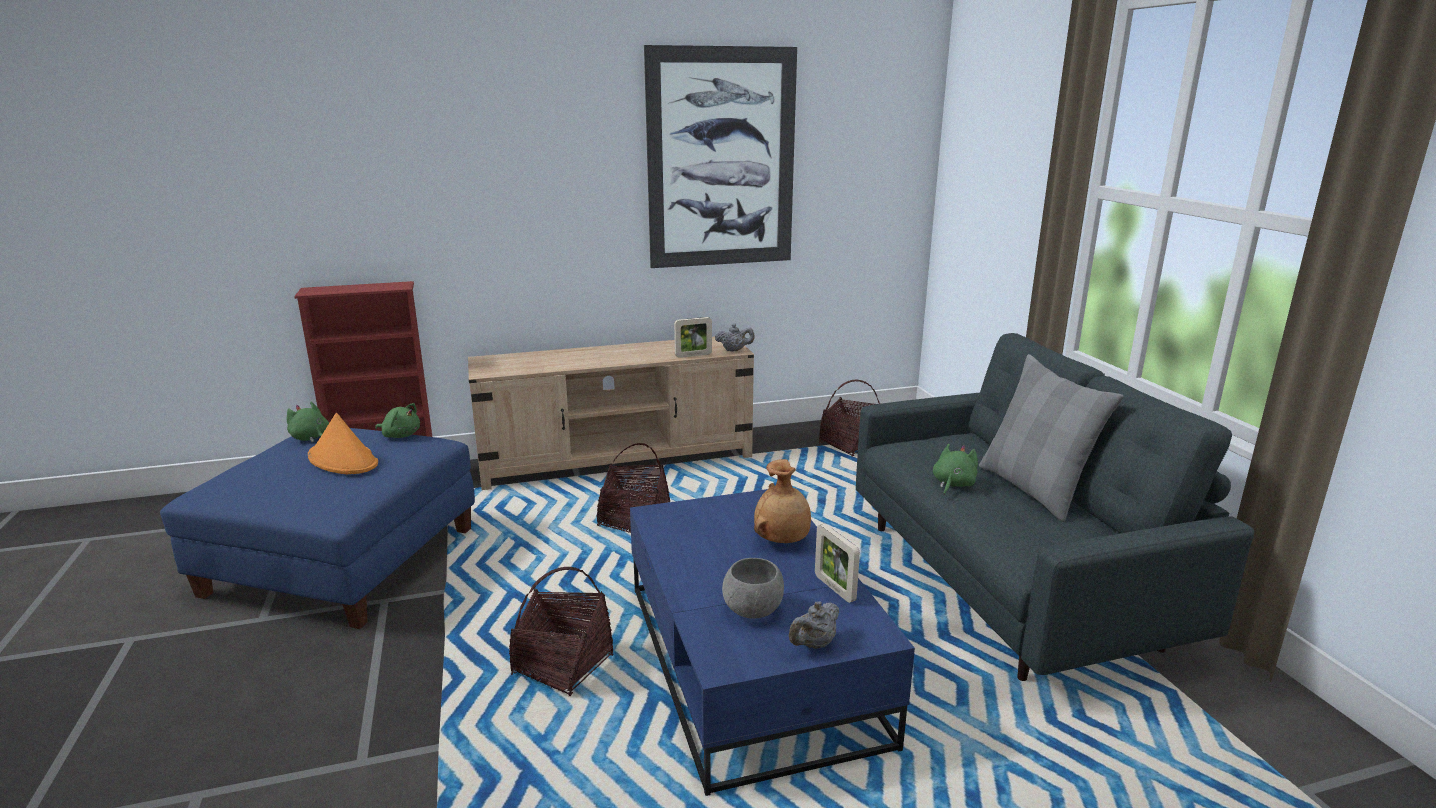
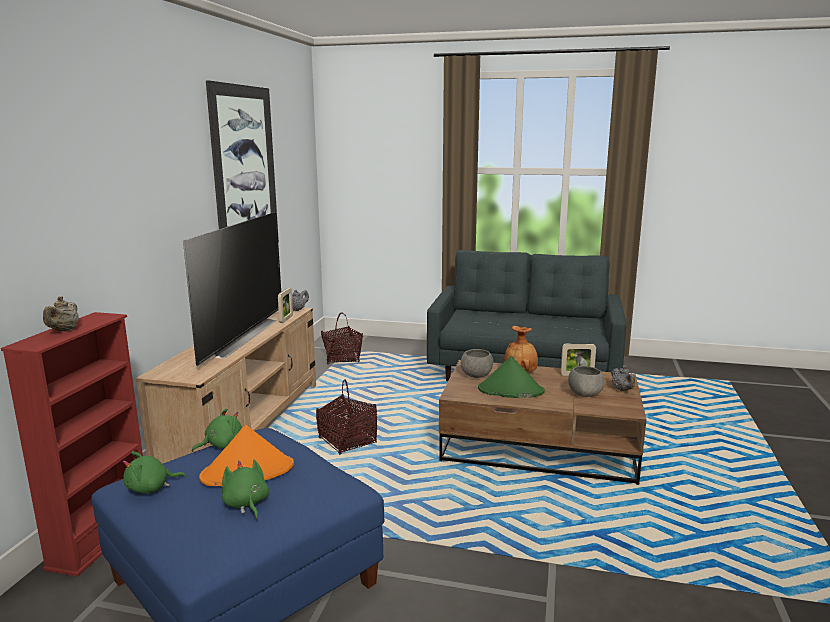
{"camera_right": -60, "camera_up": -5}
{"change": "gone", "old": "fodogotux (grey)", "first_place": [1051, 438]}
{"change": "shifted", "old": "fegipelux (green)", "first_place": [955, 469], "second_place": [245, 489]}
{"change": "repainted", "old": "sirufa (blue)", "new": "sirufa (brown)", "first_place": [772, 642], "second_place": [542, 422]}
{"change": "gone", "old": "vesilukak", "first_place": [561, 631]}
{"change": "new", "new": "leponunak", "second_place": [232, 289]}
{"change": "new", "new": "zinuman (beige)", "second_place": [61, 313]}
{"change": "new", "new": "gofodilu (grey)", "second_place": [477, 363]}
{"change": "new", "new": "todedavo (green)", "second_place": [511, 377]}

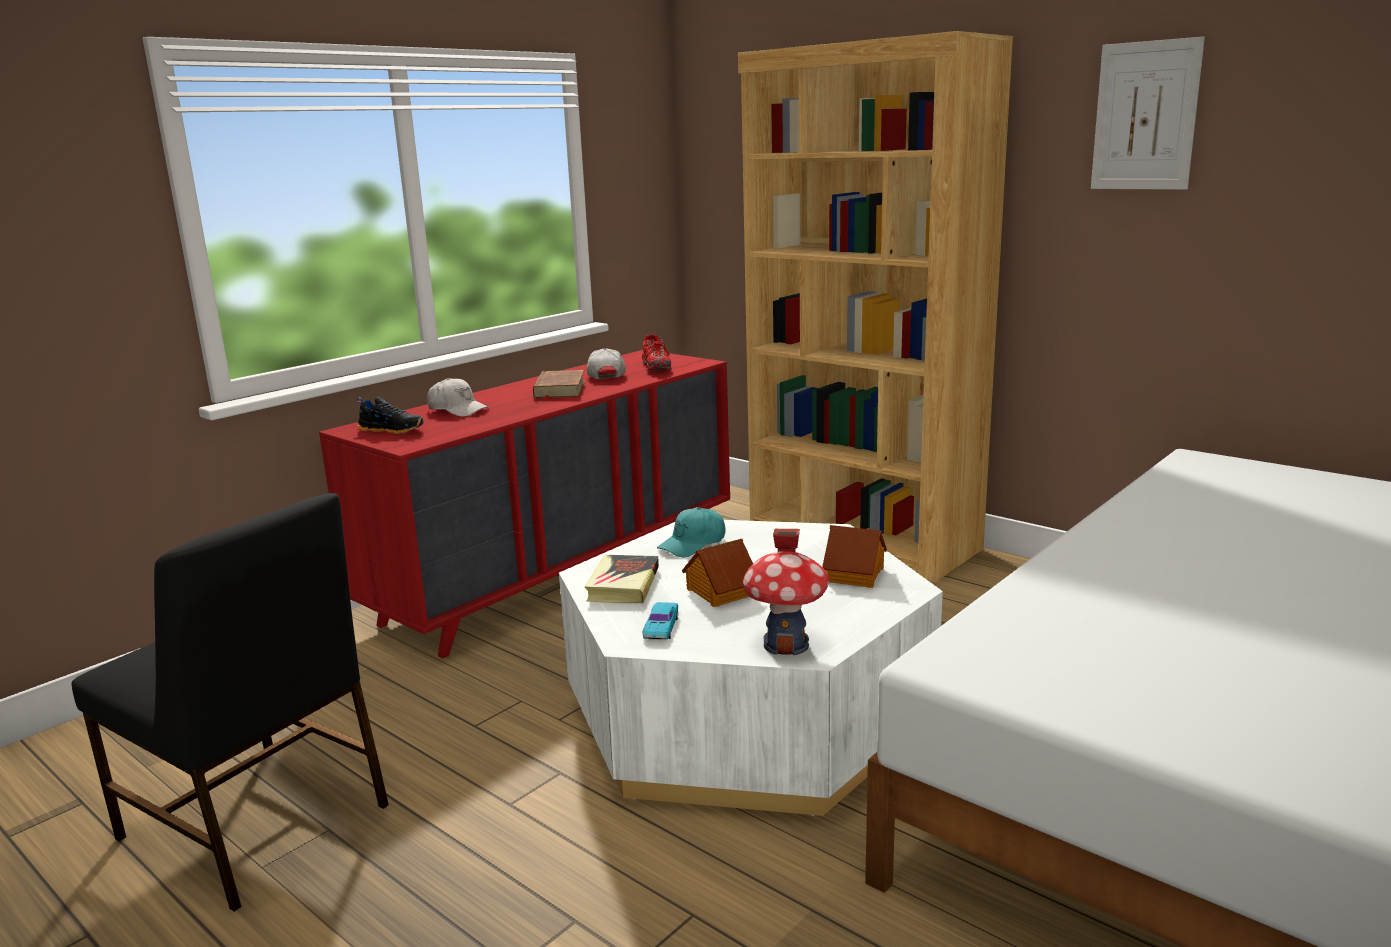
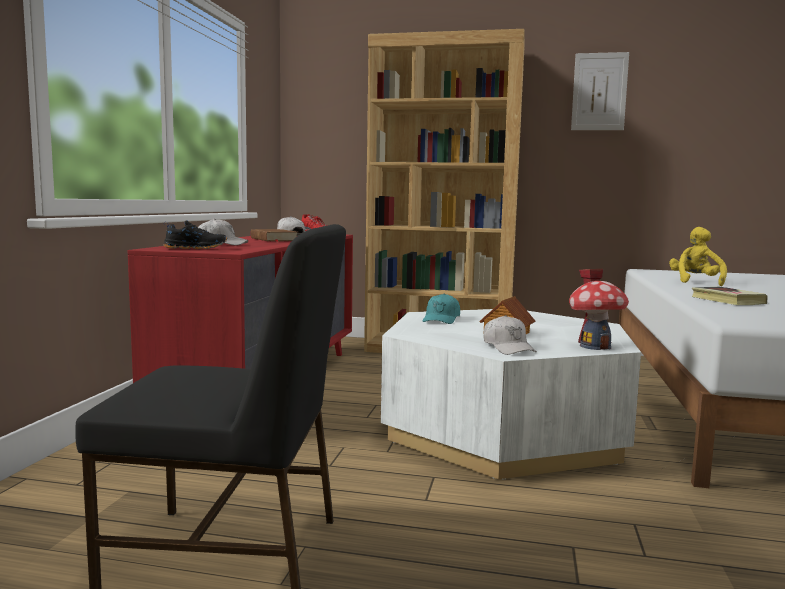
{"camera_right": -30, "camera_up": -10}
{"change": "gone", "old": "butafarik", "first_place": [854, 556]}
{"change": "shifted", "old": "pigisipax", "first_place": [621, 579], "second_place": [729, 296]}
{"change": "swapped", "old": "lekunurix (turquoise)", "new": "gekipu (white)", "first_place": [660, 621], "second_place": [510, 335]}
{"change": "new", "new": "fegipelux (yellow)", "second_place": [698, 256]}

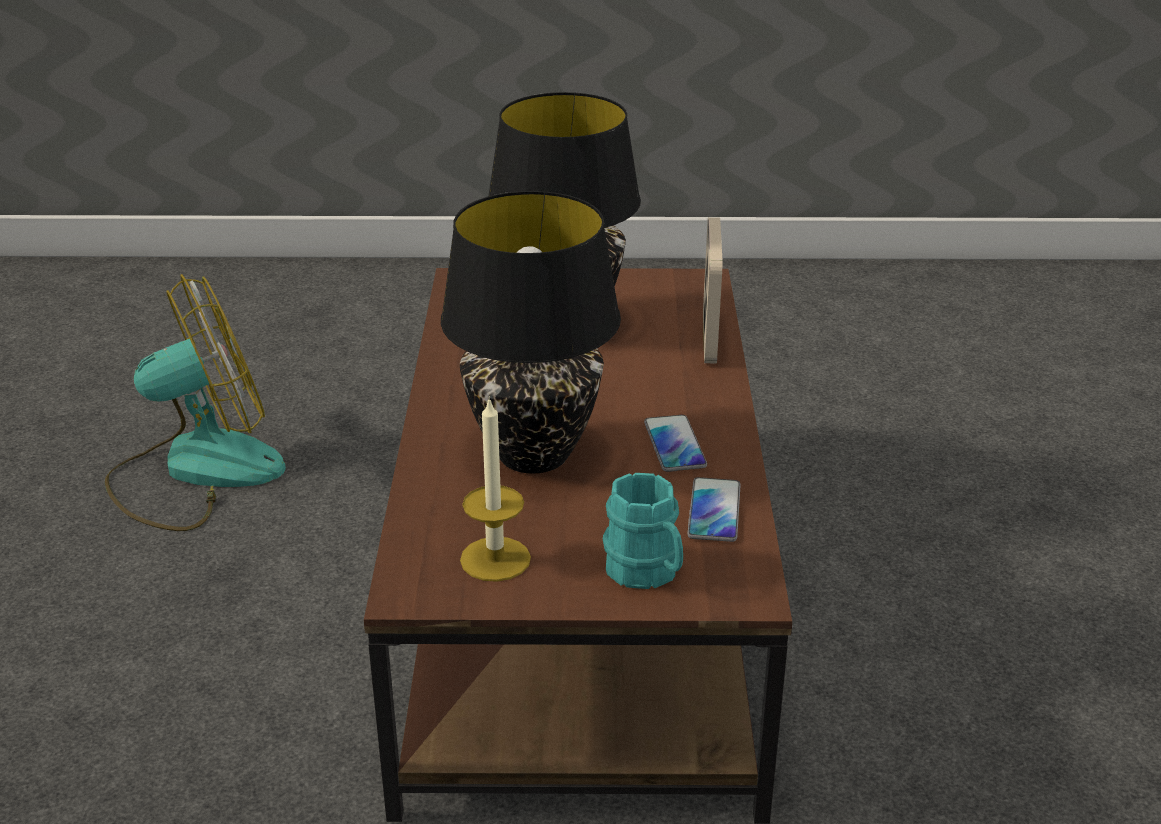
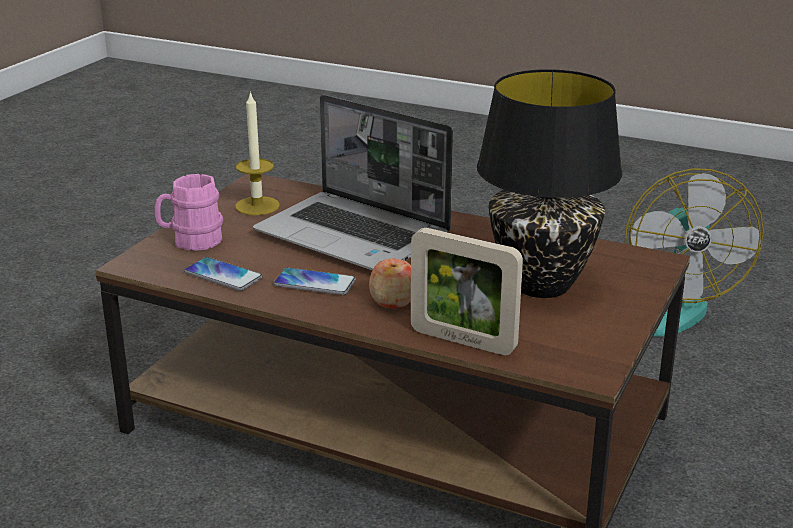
{"camera_right": 115, "camera_up": -5}
{"change": "swapped", "old": "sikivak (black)", "new": "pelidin", "first_place": [531, 332], "second_place": [353, 182]}
{"change": "repainted", "old": "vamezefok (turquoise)", "new": "vamezefok (pink)", "first_place": [643, 531], "second_place": [188, 212]}
{"change": "new", "new": "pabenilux", "second_place": [390, 283]}

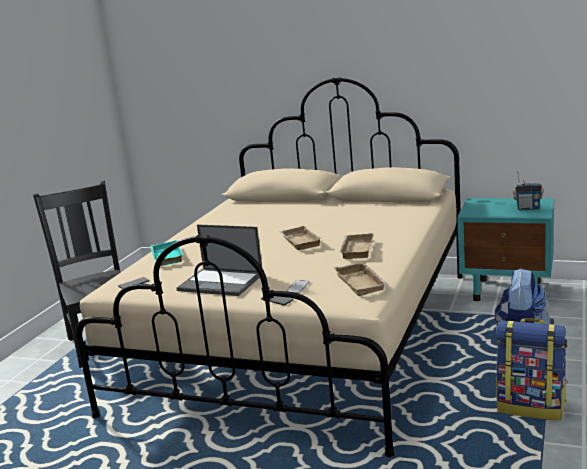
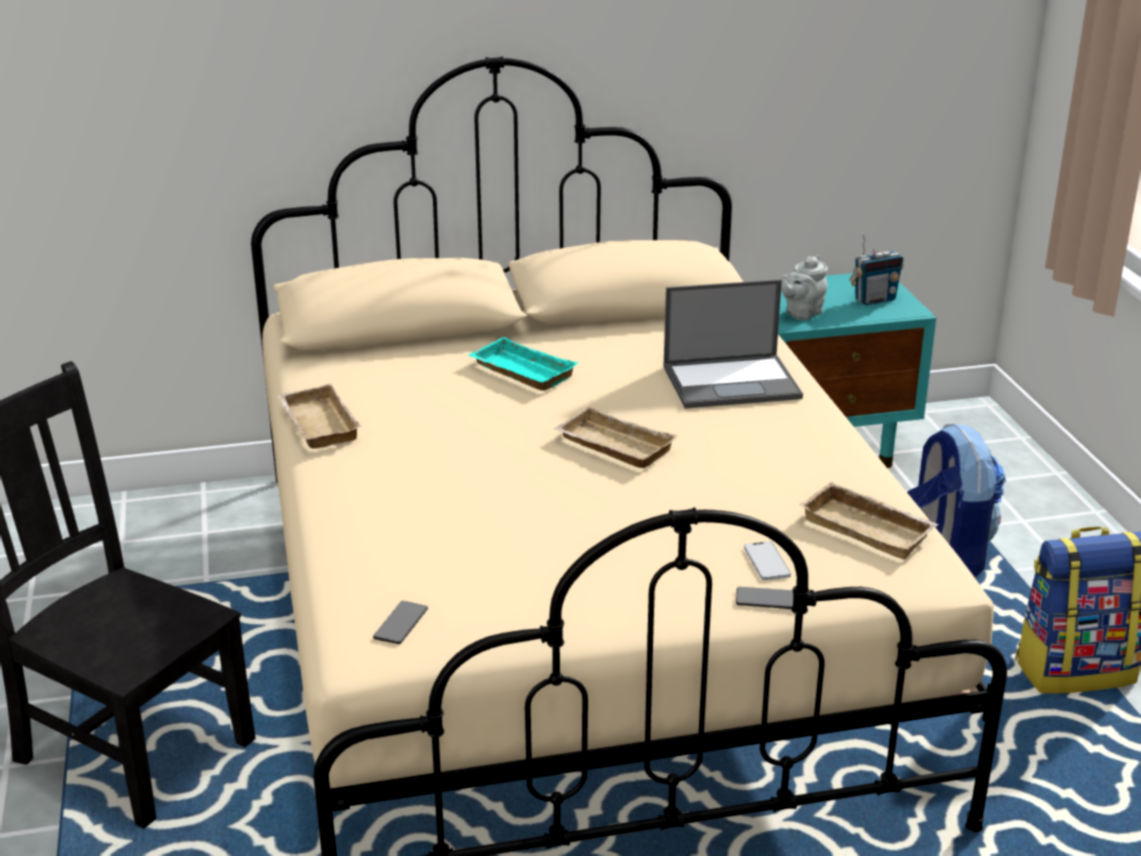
{"camera_right": -35, "camera_up": 10}
{"change": "shifted", "old": "pelidin", "first_place": [219, 260], "second_place": [733, 344]}
{"change": "shifted", "old": "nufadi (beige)", "first_place": [356, 246], "second_place": [320, 416]}
{"change": "shifted", "old": "nufadi (turquoise)", "first_place": [166, 253], "second_place": [523, 364]}
{"change": "new", "new": "zinuman (grey)", "second_place": [804, 287]}

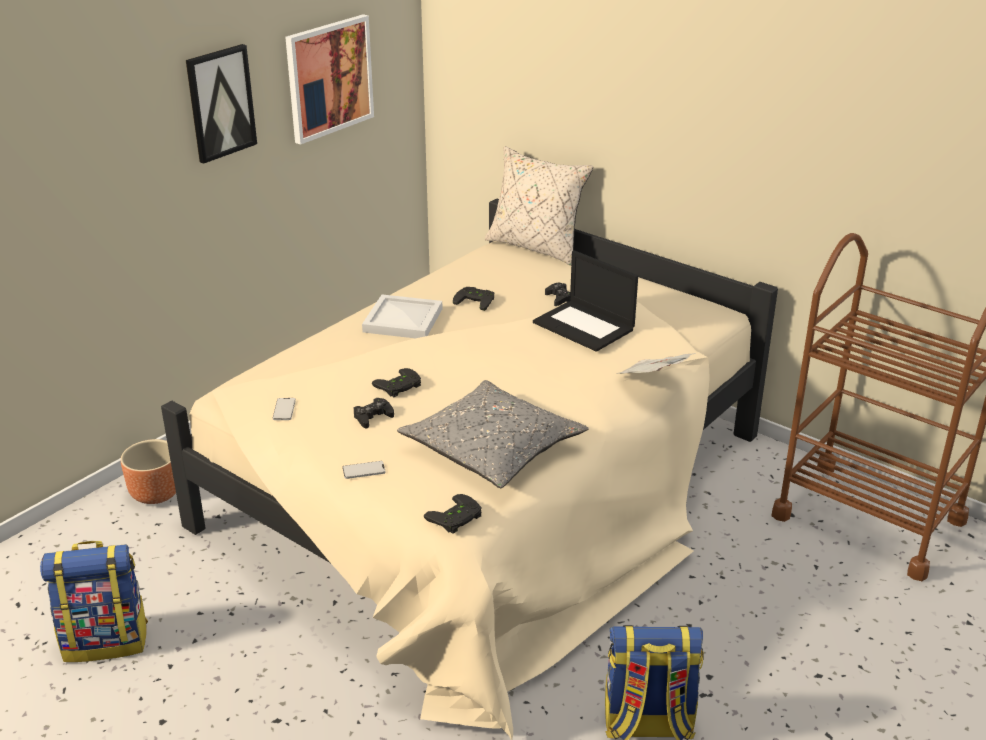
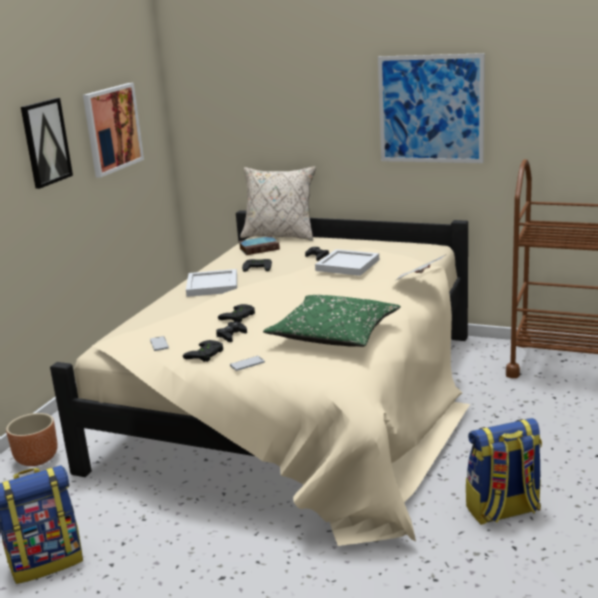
{"camera_right": -15, "camera_up": -10}
{"change": "swapped", "old": "pelidin", "new": "nufadi (white)", "first_place": [585, 301], "second_place": [347, 262]}
{"change": "repainted", "old": "fodogotux (grey)", "new": "fodogotux (green)", "first_place": [492, 434], "second_place": [332, 321]}
{"change": "shifted", "old": "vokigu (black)", "first_place": [453, 514], "second_place": [203, 351]}
{"change": "new", "new": "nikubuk", "second_place": [431, 108]}
{"change": "new", "new": "pigisipax", "second_place": [259, 245]}

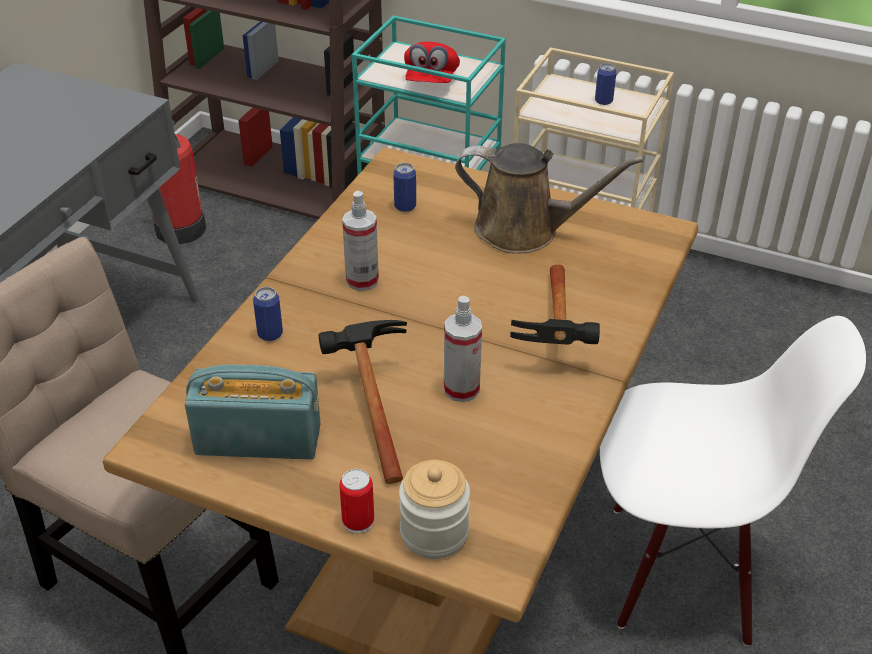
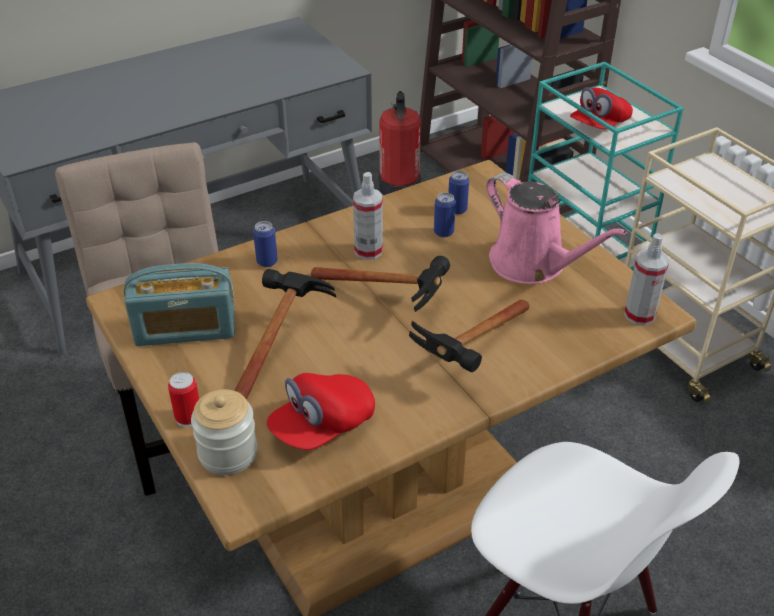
{"camera_right": 35, "camera_up": 0}
{"change": "shifted", "old": "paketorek", "first_place": [605, 84], "second_place": [445, 215]}
{"change": "repainted", "old": "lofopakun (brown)", "new": "lofopakun (pink)", "first_place": [549, 198], "second_place": [556, 228]}
{"change": "shifted", "old": "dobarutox", "first_place": [463, 349], "second_place": [646, 279]}
{"change": "rotated", "old": "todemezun", "first_place": [253, 412], "second_place": [179, 304], "degrees": 135}
{"change": "new", "new": "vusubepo", "second_place": [380, 284]}
{"change": "new", "new": "gekipu (red)", "second_place": [321, 411]}

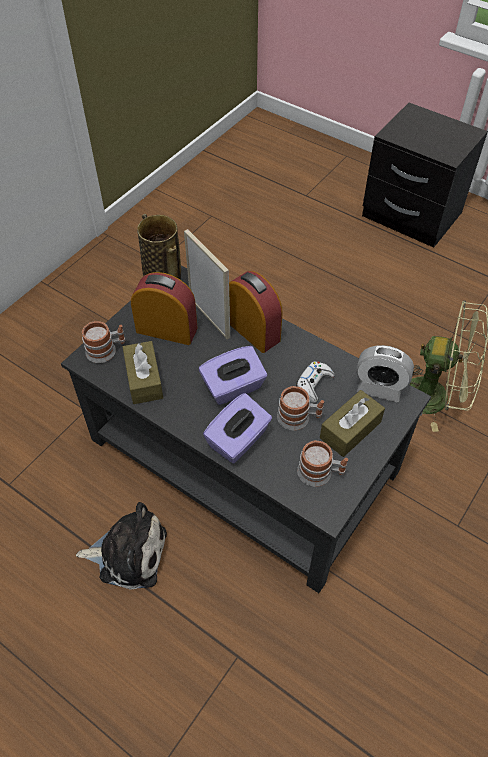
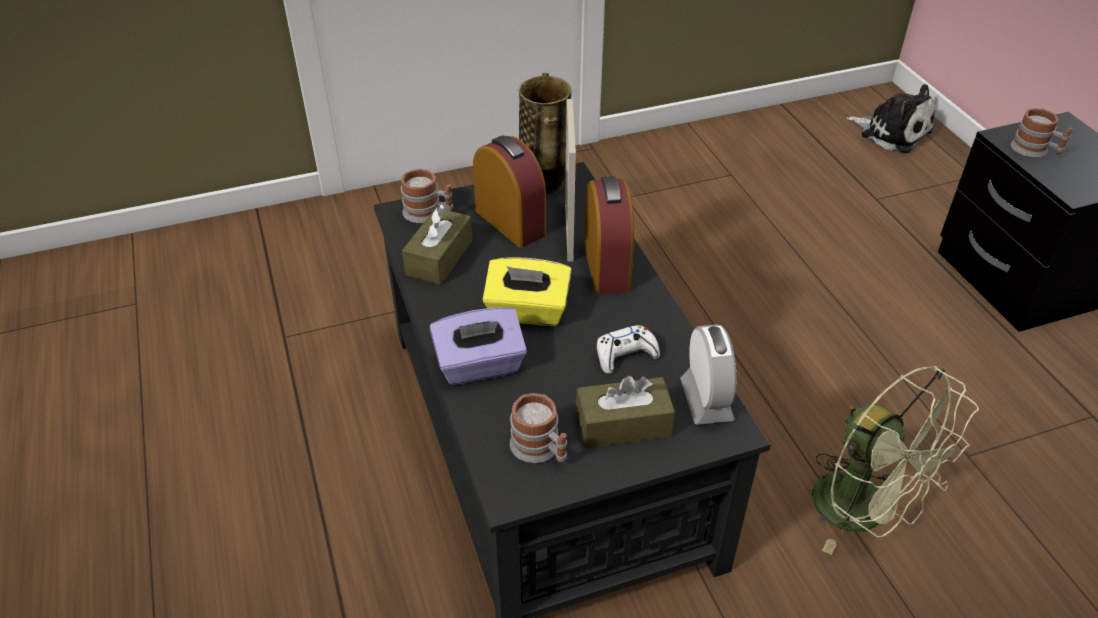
{"camera_right": 35, "camera_up": -10}
{"change": "rotated", "old": "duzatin", "first_place": [385, 373], "second_place": [708, 374], "degrees": -150}
{"change": "repainted", "old": "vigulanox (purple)", "new": "vigulanox (yellow)", "first_place": [233, 375], "second_place": [527, 291]}
{"change": "shifted", "old": "vamezefok", "first_place": [300, 408], "second_place": [1042, 133]}
{"change": "shifted", "old": "fegipelux", "first_place": [121, 546], "second_place": [891, 118]}

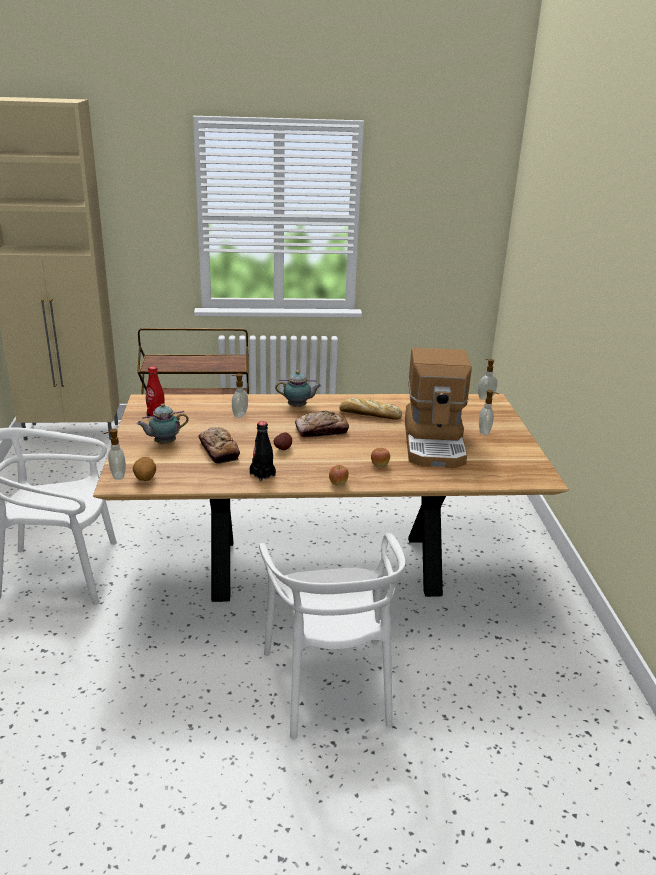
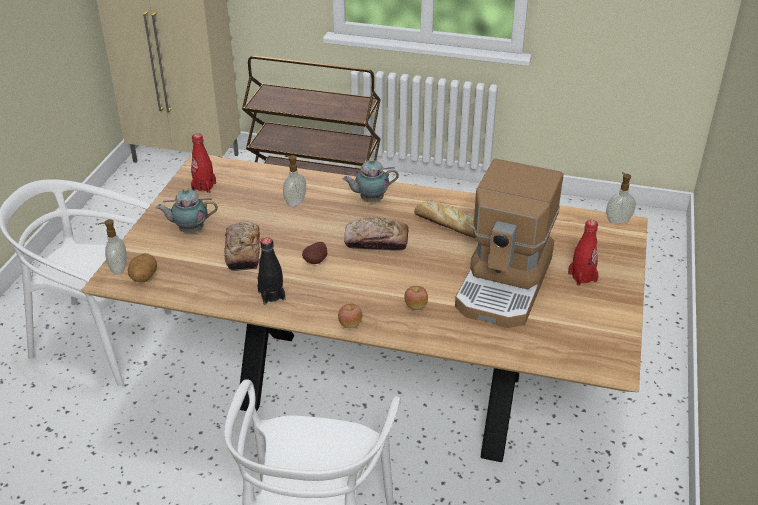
{"camera_right": 20, "camera_up": 10}
{"change": "rotated", "old": "zinuman", "first_place": [298, 388], "second_place": [370, 180], "degrees": 150}
{"change": "swapped", "old": "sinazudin", "new": "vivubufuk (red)", "first_place": [488, 412], "second_place": [583, 253]}

